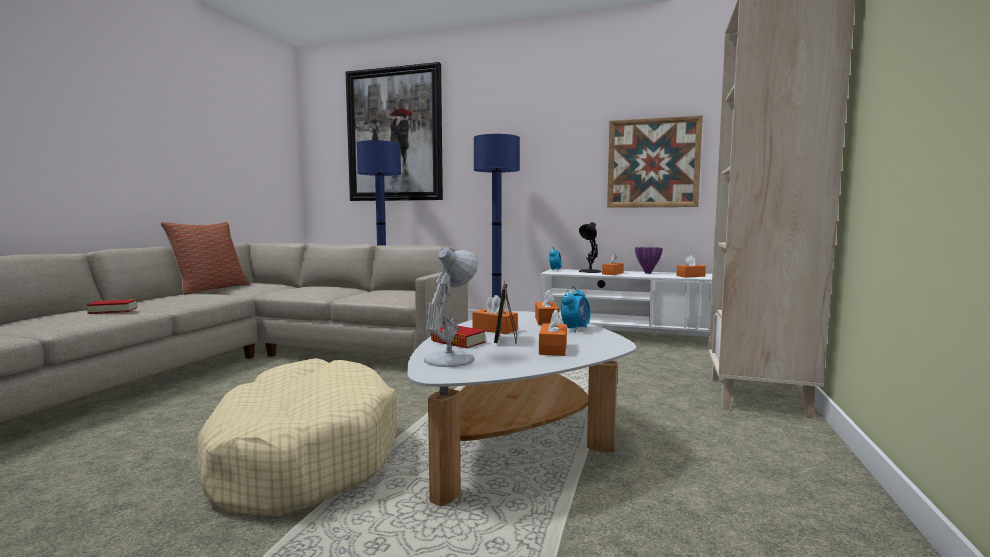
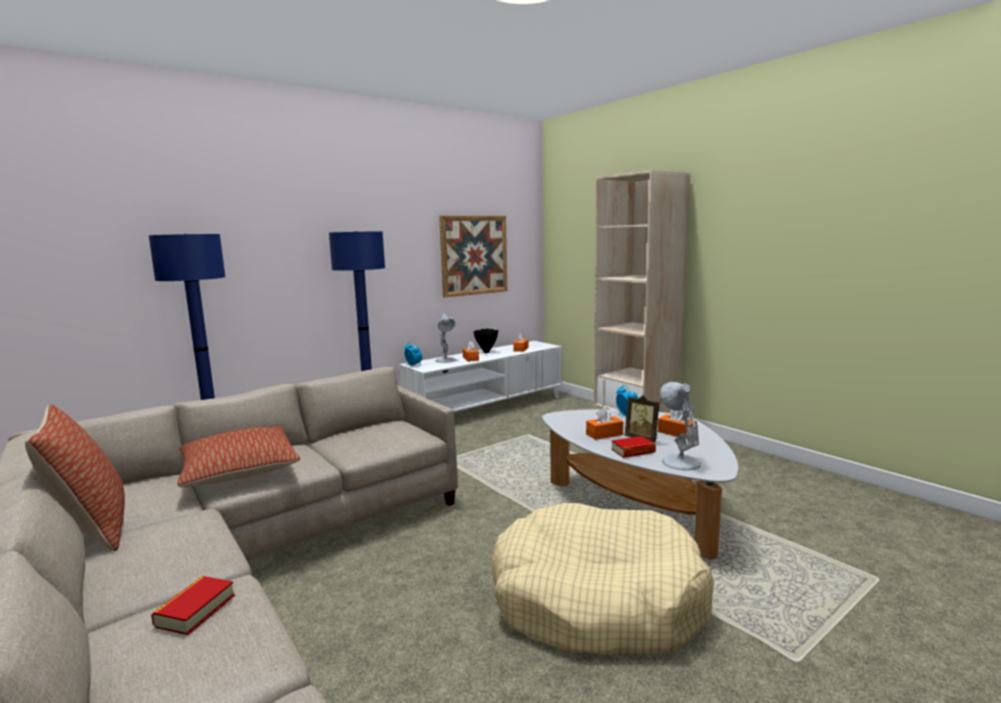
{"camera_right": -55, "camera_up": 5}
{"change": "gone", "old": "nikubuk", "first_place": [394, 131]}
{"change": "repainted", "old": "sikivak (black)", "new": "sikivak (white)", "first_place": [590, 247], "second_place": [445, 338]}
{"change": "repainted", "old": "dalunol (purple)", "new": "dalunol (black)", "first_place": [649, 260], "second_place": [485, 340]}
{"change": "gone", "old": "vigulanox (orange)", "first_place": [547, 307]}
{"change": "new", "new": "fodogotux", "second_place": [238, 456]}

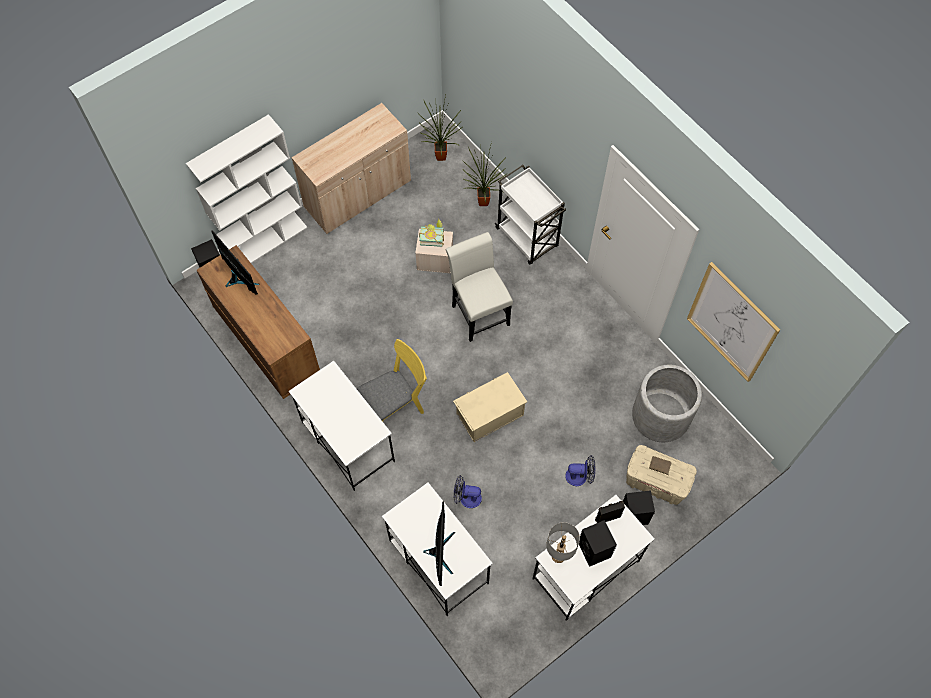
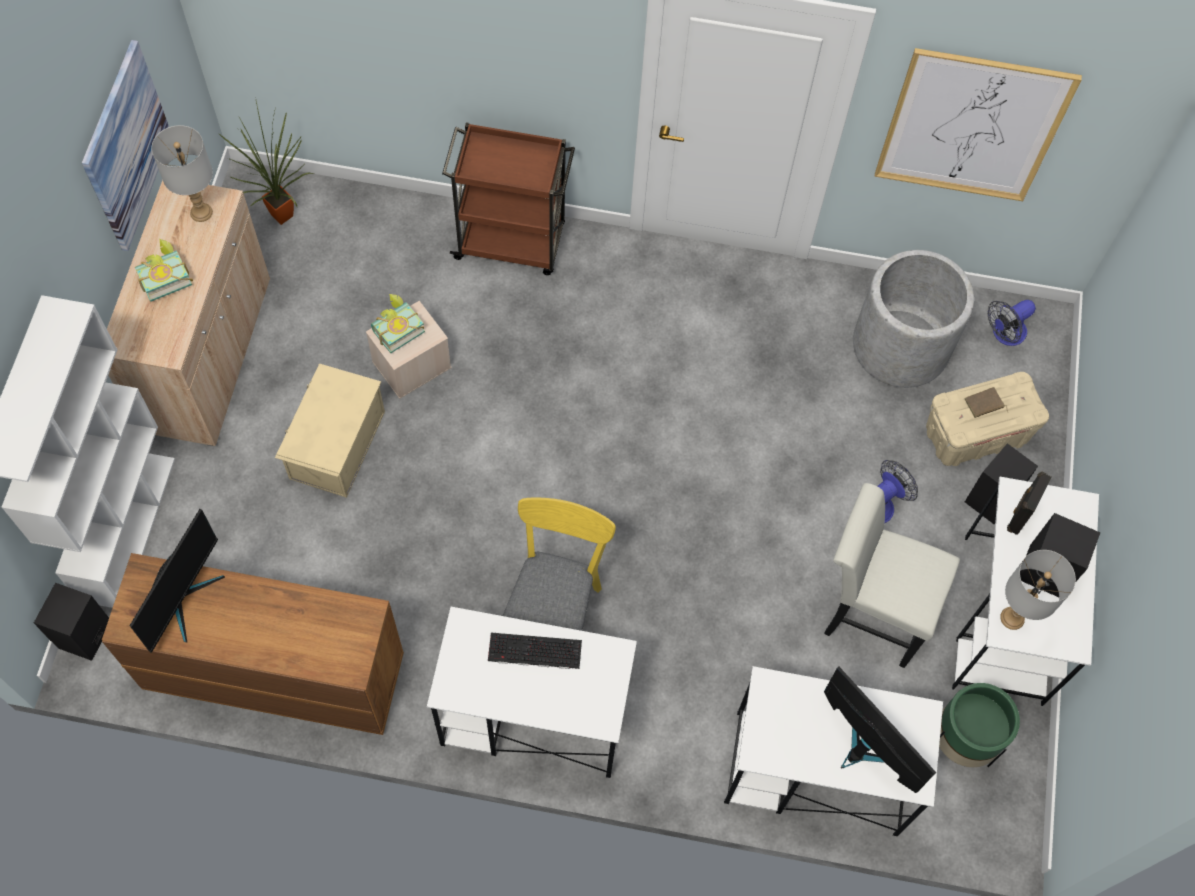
{"camera_right": -45, "camera_up": 0}
{"change": "gone", "old": "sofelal", "first_place": [485, 174]}
{"change": "repainted", "old": "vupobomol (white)", "new": "vupobomol (brown)", "first_place": [530, 214], "second_place": [508, 198]}
{"change": "rotated", "old": "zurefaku", "first_place": [235, 262], "second_place": [177, 581], "degrees": 105}
{"change": "shifted", "old": "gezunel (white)", "first_place": [479, 287], "second_place": [892, 575]}
{"change": "shifted", "old": "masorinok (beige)", "first_place": [490, 407], "second_place": [330, 431]}
{"change": "shifted", "old": "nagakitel", "first_place": [468, 491], "second_place": [1012, 323]}
{"change": "new", "new": "nikubuk", "second_place": [125, 145]}
{"change": "new", "new": "sikivak (grey)", "second_place": [182, 173]}
{"change": "new", "new": "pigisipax", "second_place": [164, 270]}
{"change": "new", "new": "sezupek", "second_place": [535, 651]}
{"change": "new", "new": "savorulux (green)", "second_place": [979, 725]}

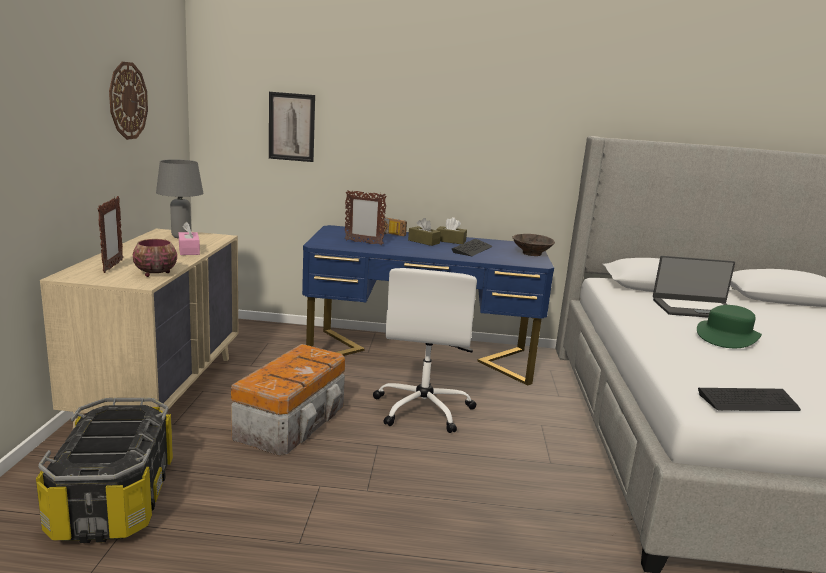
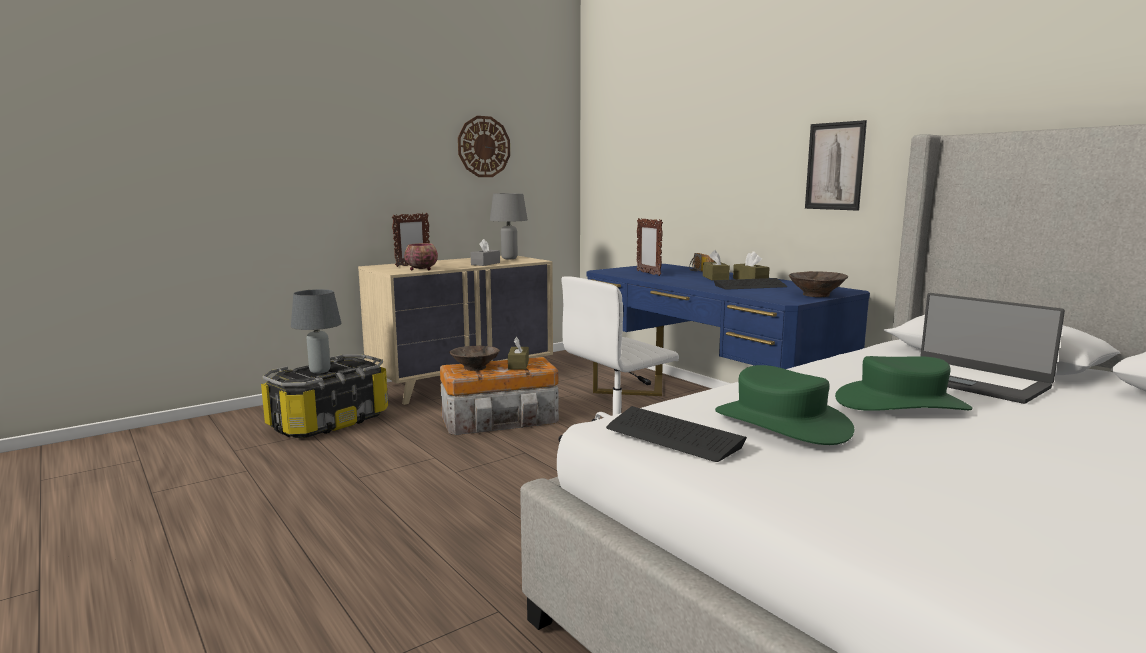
{"camera_right": 50, "camera_up": -5}
{"change": "shifted", "old": "nikubuk", "first_place": [292, 127], "second_place": [836, 165]}
{"change": "repainted", "old": "vigulanox (pink)", "new": "vigulanox (grey)", "first_place": [189, 238], "second_place": [485, 252]}
{"change": "new", "new": "sikivak (grey)", "second_place": [316, 331]}
{"change": "new", "new": "vigulanox (brown)", "second_place": [518, 353]}
{"change": "new", "new": "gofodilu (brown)", "second_place": [474, 358]}
{"change": "new", "new": "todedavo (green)", "second_place": [785, 405]}

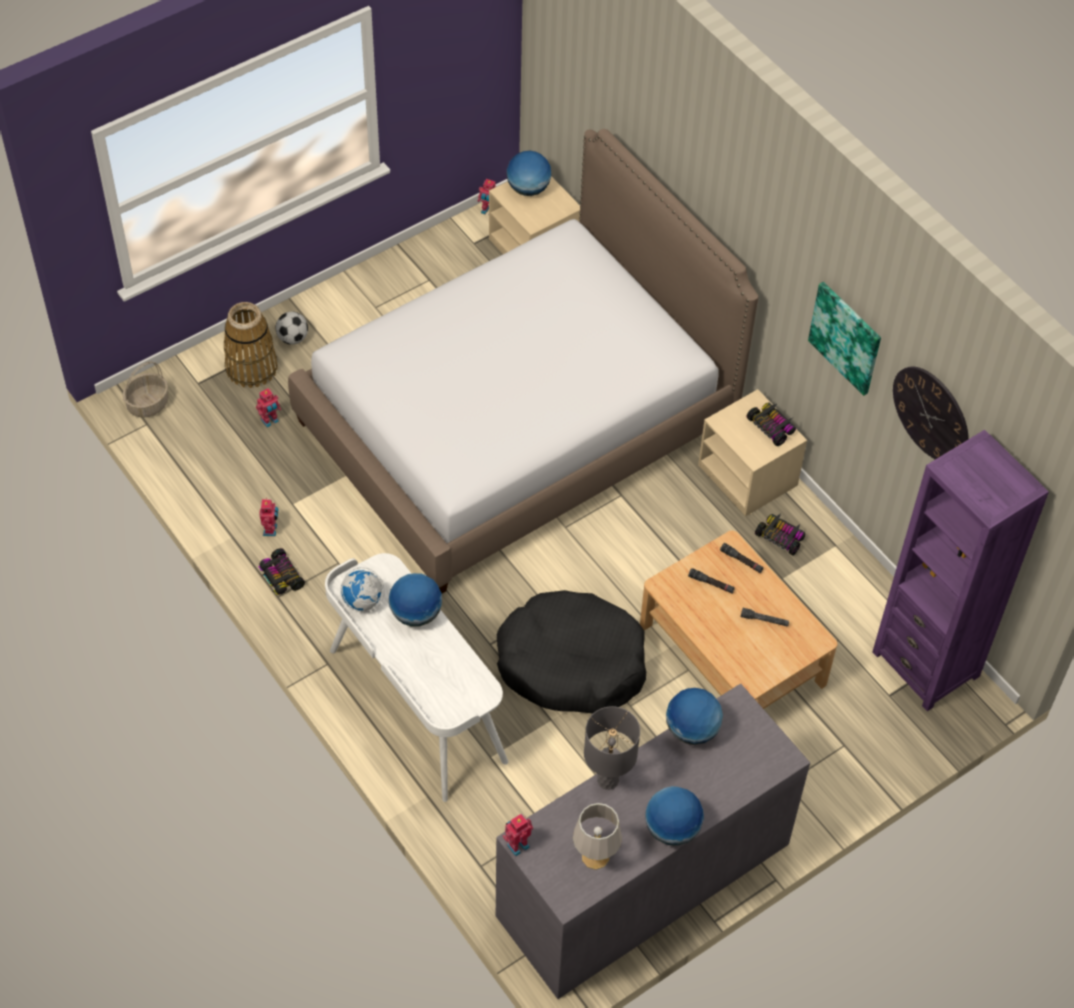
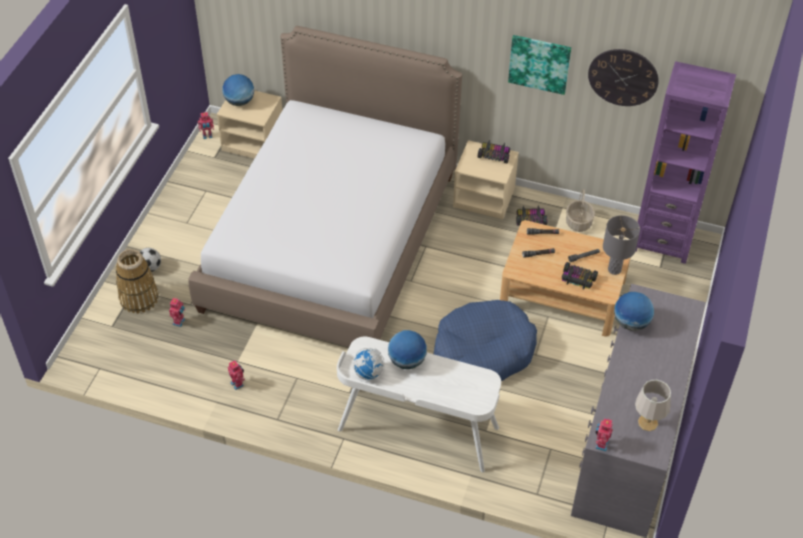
{"camera_right": -35, "camera_up": -5}
{"change": "shifted", "old": "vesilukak", "first_place": [145, 389], "second_place": [580, 210]}
{"change": "shifted", "old": "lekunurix", "first_place": [282, 571], "second_place": [580, 275]}
{"change": "repainted", "old": "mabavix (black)", "new": "mabavix (blue)", "first_place": [571, 652], "second_place": [485, 340]}
{"change": "shifted", "old": "sikivak (grey)", "first_place": [612, 748], "second_place": [621, 245]}
{"change": "gone", "old": "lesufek", "first_place": [674, 816]}

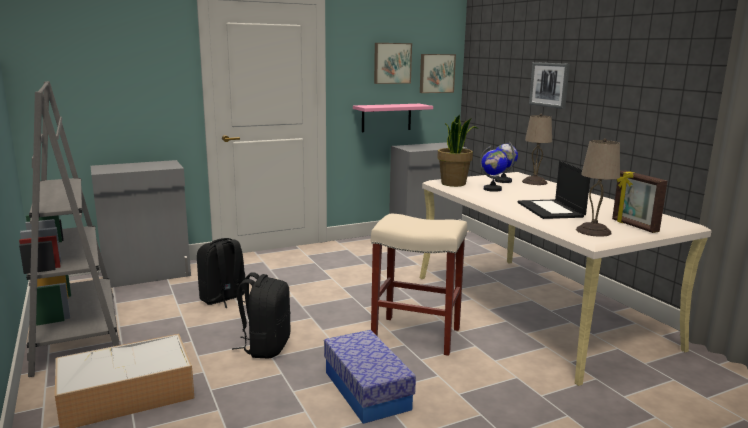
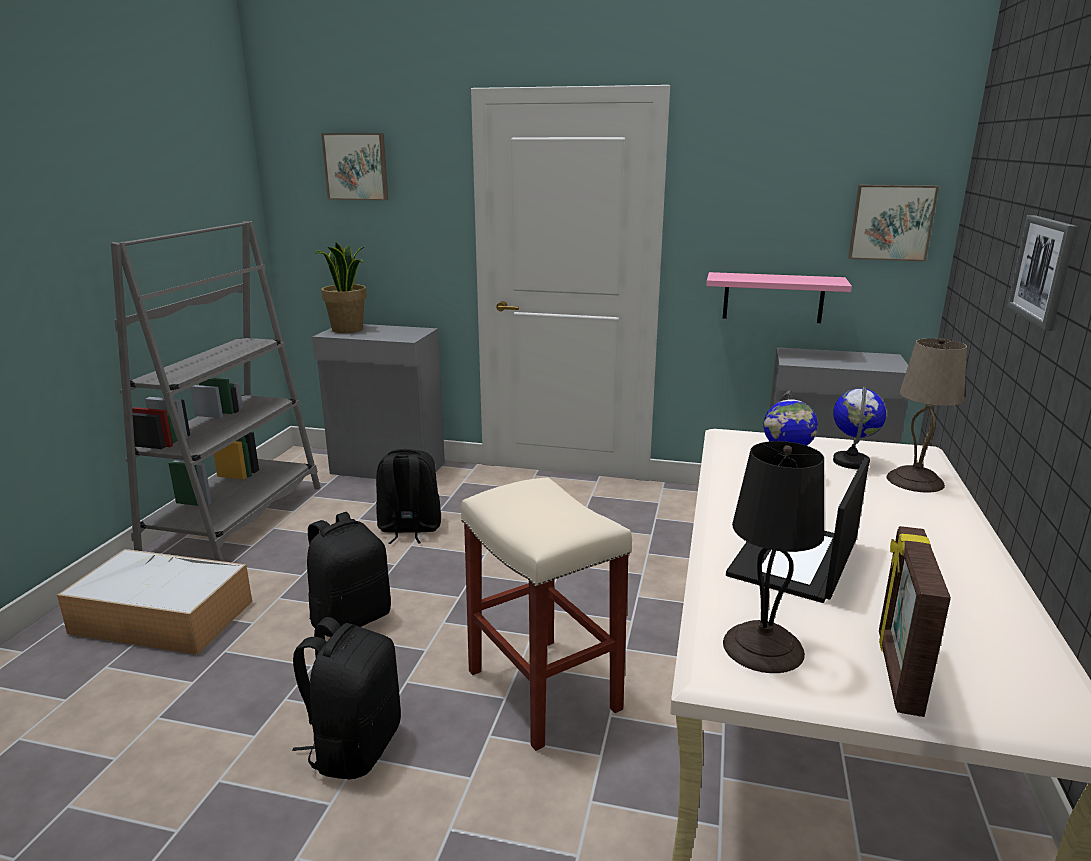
{"camera_right": 40, "camera_up": 5}
{"change": "shifted", "old": "nikubuk", "first_place": [393, 63], "second_place": [354, 167]}
{"change": "shifted", "old": "sofelal", "first_place": [457, 150], "second_place": [340, 287]}
{"change": "repainted", "old": "sikivak (beige)", "new": "sikivak (black)", "first_place": [598, 188], "second_place": [773, 557]}
{"change": "swapped", "old": "masorinok", "new": "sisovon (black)", "first_place": [370, 377], "second_place": [346, 698]}

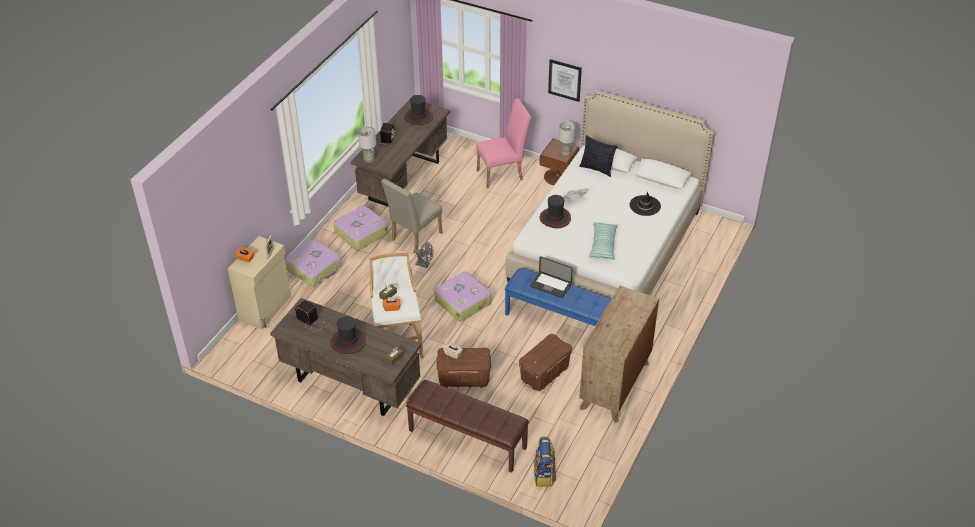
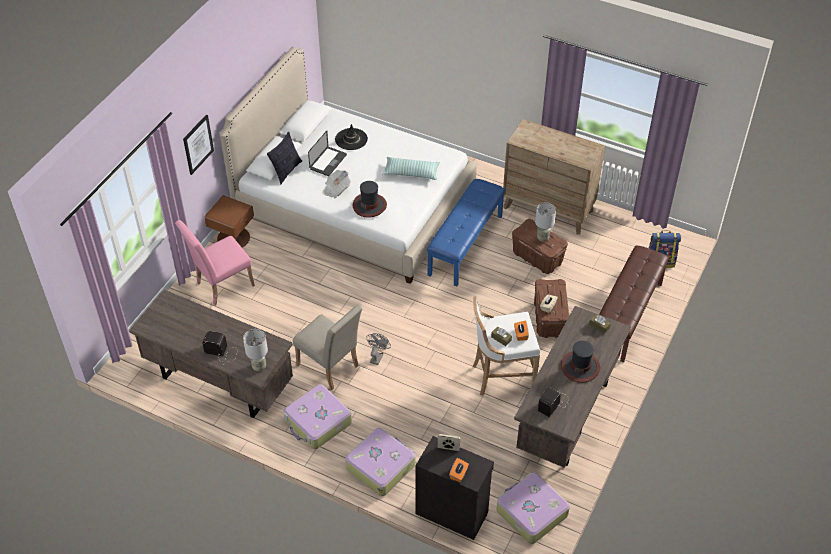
{"camera_right": -90, "camera_up": 5}
{"change": "gone", "old": "todedavo", "first_place": [418, 110]}
{"change": "rotated", "old": "gezunel (pink)", "first_place": [503, 143], "second_place": [215, 263], "degrees": -105}
{"change": "shifted", "old": "sikivak (grey)", "first_place": [567, 139], "second_place": [545, 222]}
{"change": "repainted", "old": "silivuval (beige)", "new": "silivuval (black)", "first_place": [259, 283], "second_place": [455, 488]}
{"change": "shifted", "old": "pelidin", "first_place": [551, 277], "second_place": [327, 153]}
{"change": "shifted", "old": "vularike", "first_place": [462, 296], "second_place": [533, 508]}

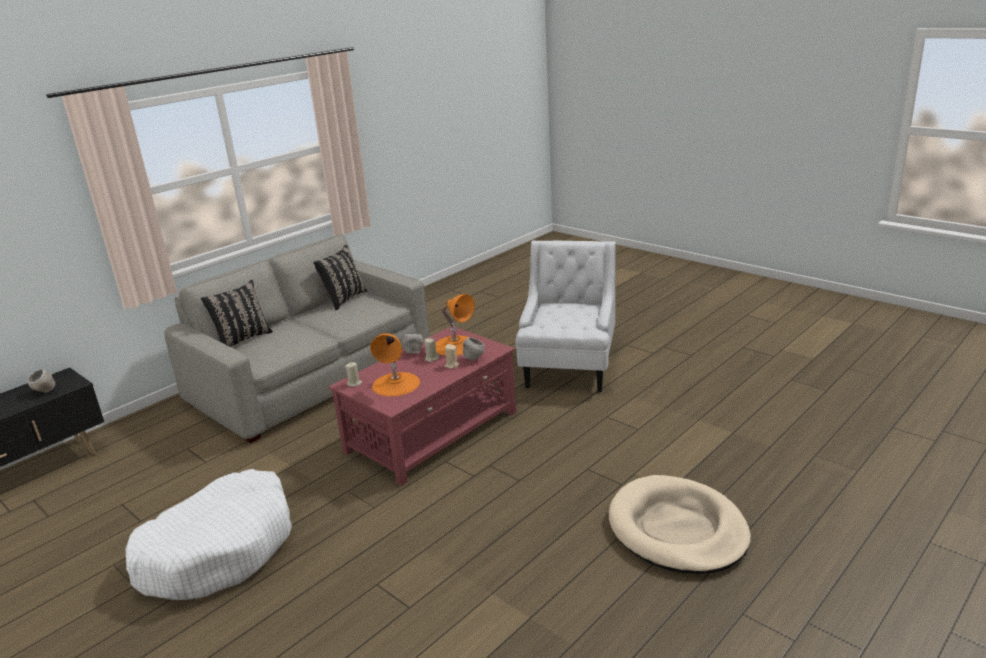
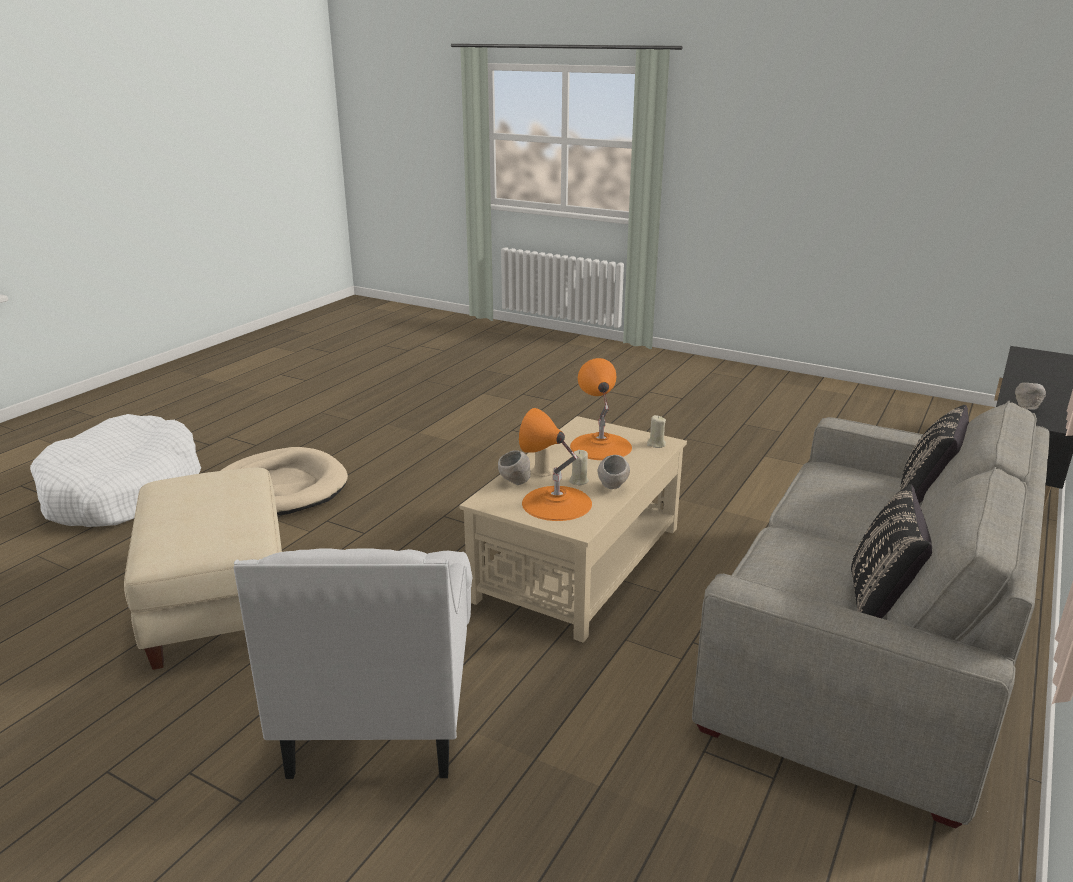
{"camera_right": 165, "camera_up": 0}
{"change": "repainted", "old": "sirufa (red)", "new": "sirufa (beige)", "first_place": [422, 406], "second_place": [573, 529]}
{"change": "shifted", "old": "mabavix (white)", "first_place": [209, 534], "second_place": [115, 470]}
{"change": "new", "new": "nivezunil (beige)", "second_place": [203, 569]}

